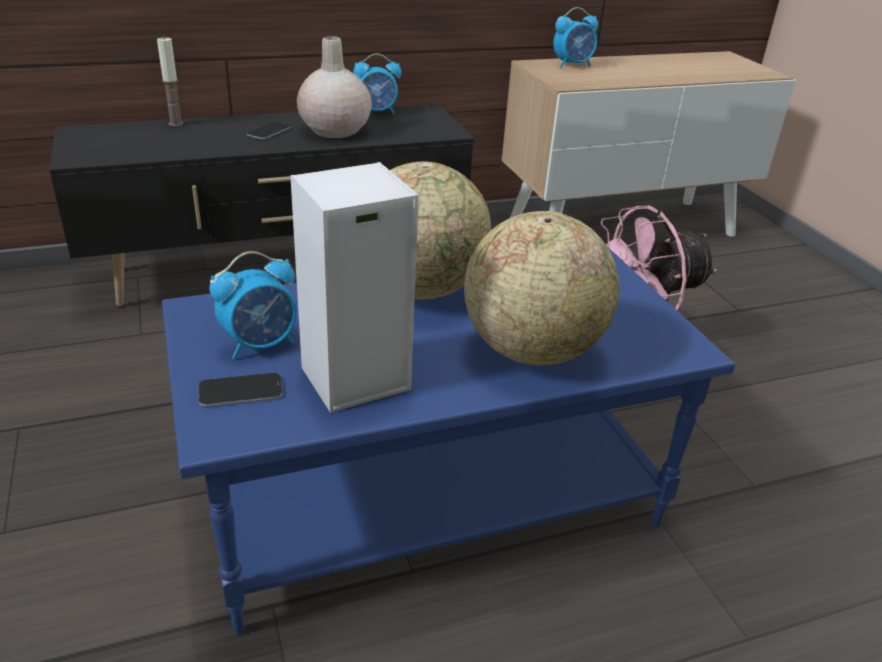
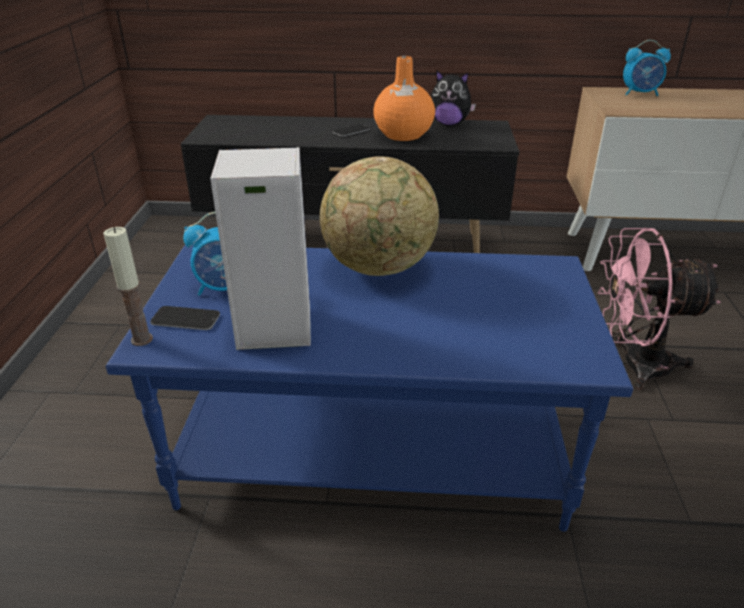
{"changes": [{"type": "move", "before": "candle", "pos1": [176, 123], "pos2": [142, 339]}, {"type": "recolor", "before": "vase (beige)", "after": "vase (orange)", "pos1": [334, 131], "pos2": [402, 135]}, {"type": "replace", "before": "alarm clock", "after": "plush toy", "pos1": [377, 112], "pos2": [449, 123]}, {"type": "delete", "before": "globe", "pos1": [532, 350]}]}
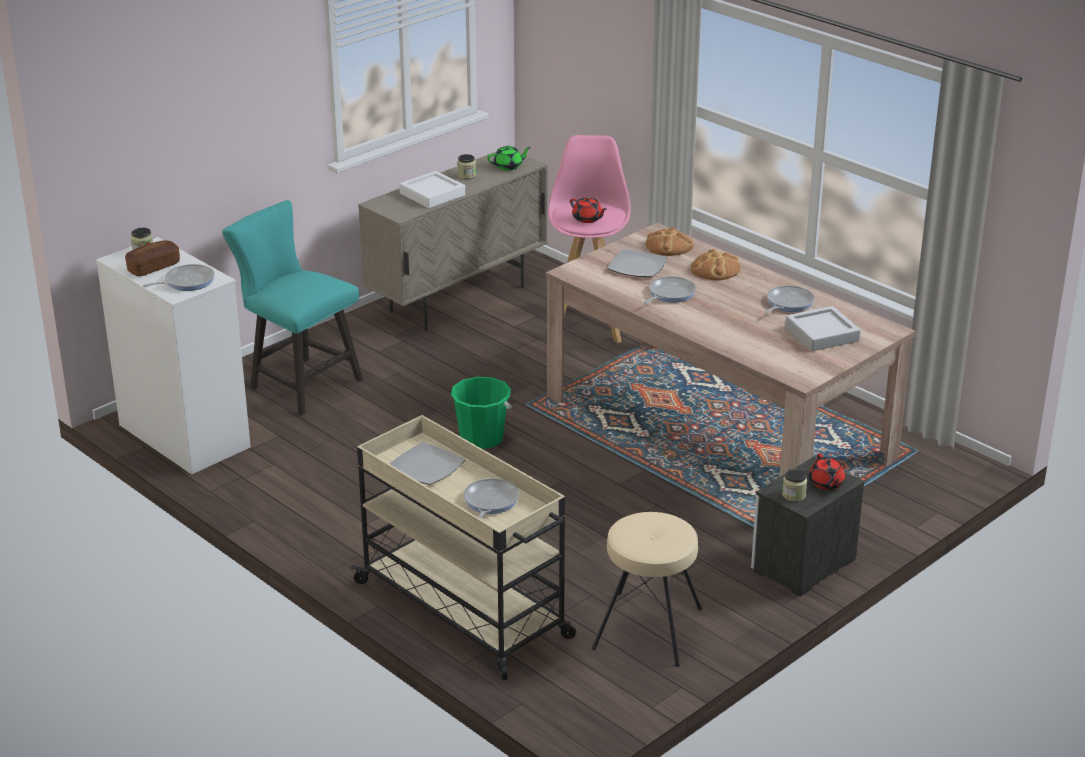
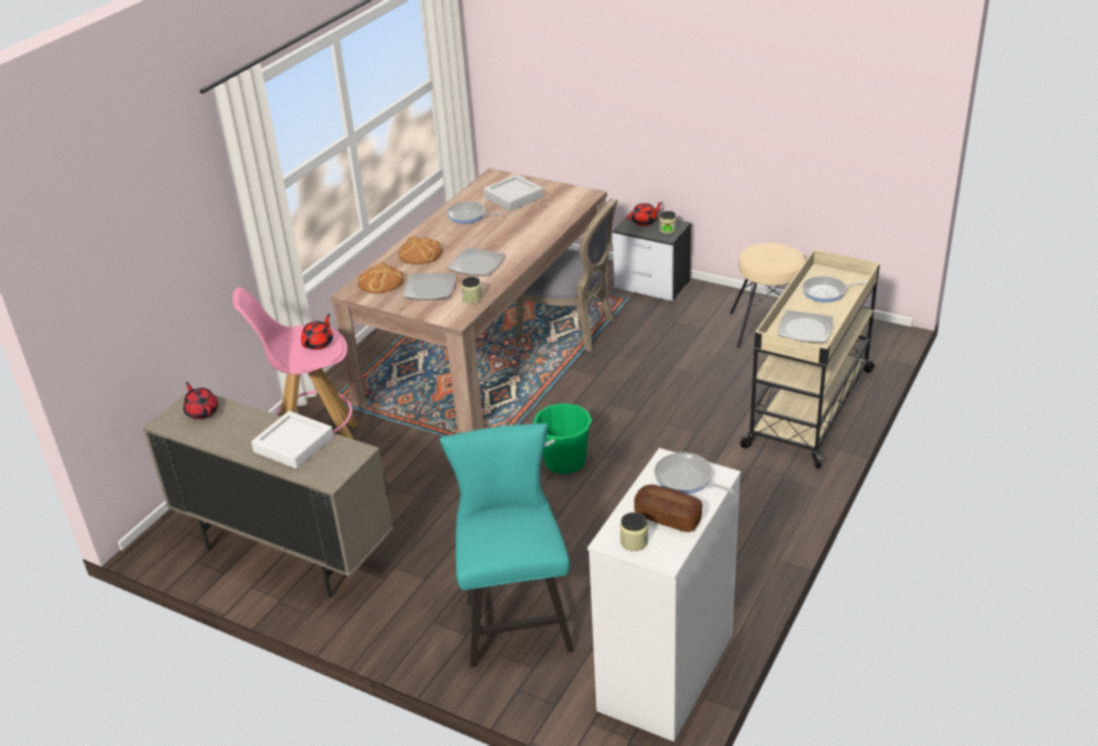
{"changes": [{"type": "rotate", "before": "chair (turquoise)", "pos1": [299, 383], "pos2": [515, 619], "turn": 150}, {"type": "move", "before": "jar", "pos1": [466, 175], "pos2": [472, 298]}, {"type": "recolor", "before": "teapot (green)", "after": "teapot (red)", "pos1": [508, 166], "pos2": [202, 411]}, {"type": "replace", "before": "frying pan", "after": "plate", "pos1": [670, 294], "pos2": [477, 265]}, {"type": "insert", "after": "chair (grey)", "pos2": [571, 328]}]}
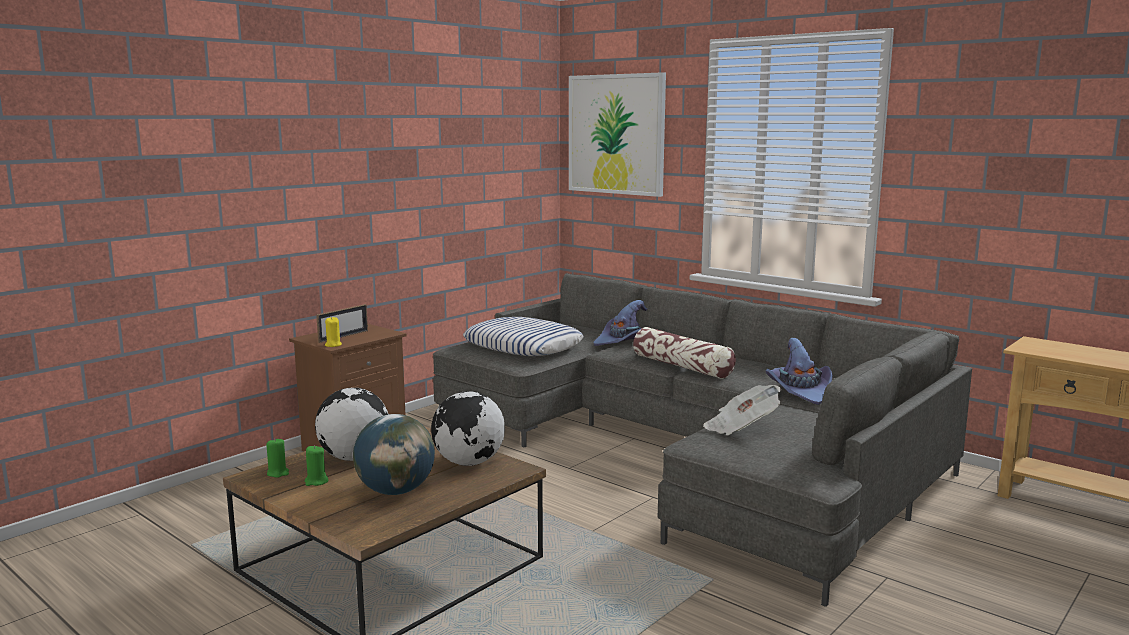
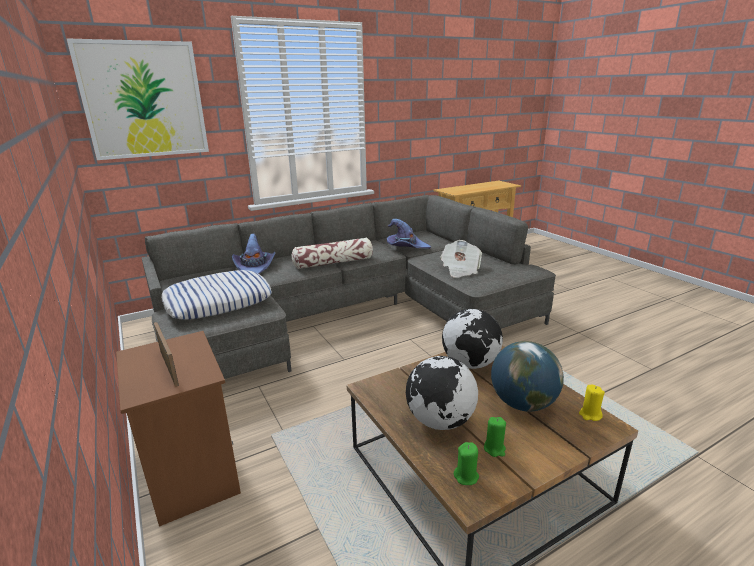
{"changes": [{"type": "move", "before": "candle (yellow)", "pos1": [333, 345], "pos2": [590, 415]}]}
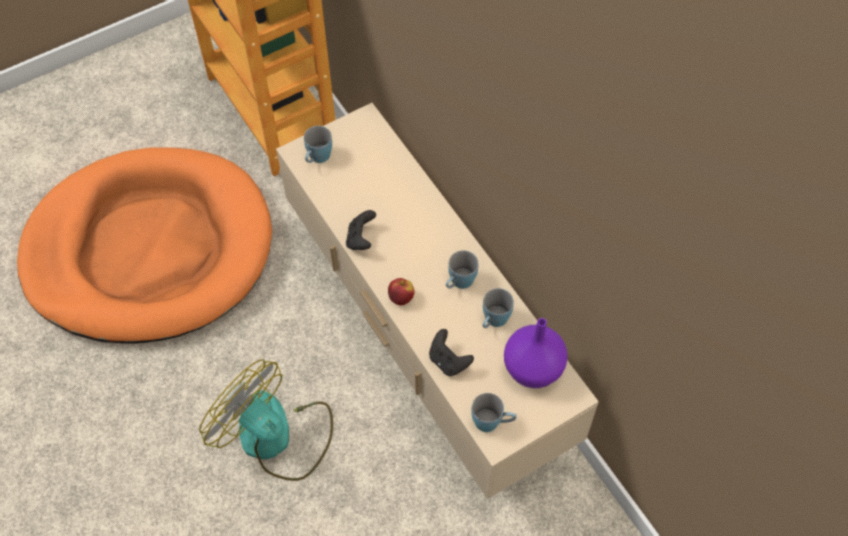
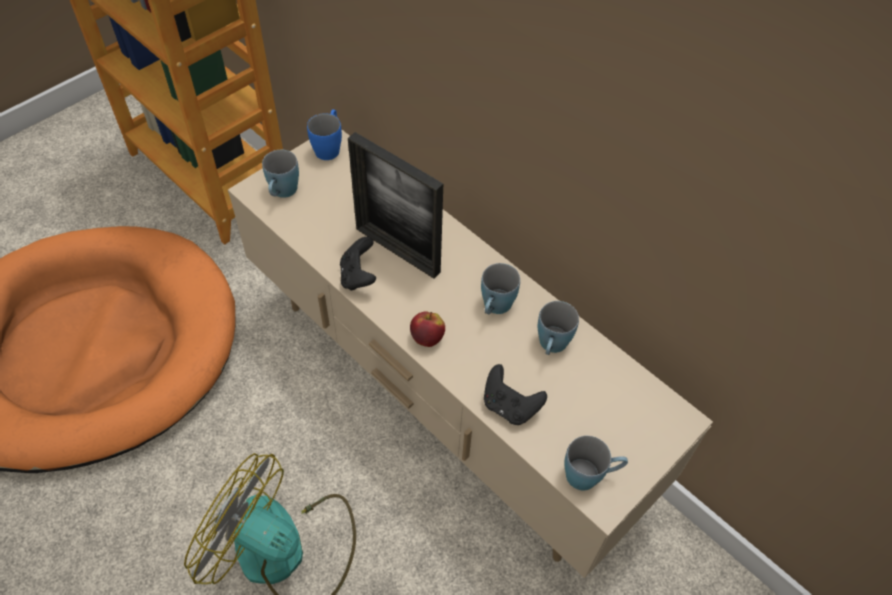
{"changes": [{"type": "delete", "before": "vase (purple)", "pos1": [532, 368]}, {"type": "insert", "after": "mug (blue)", "pos2": [329, 147]}, {"type": "insert", "after": "picture frame", "pos2": [397, 250]}]}
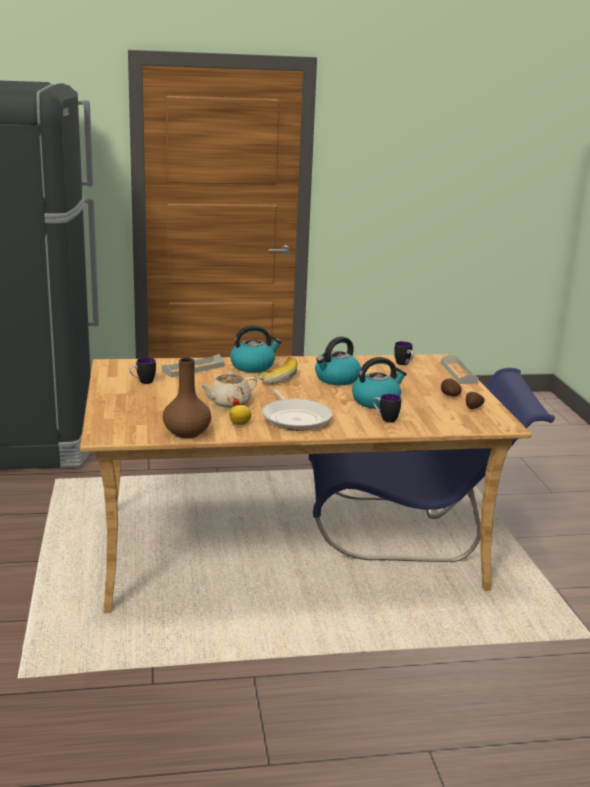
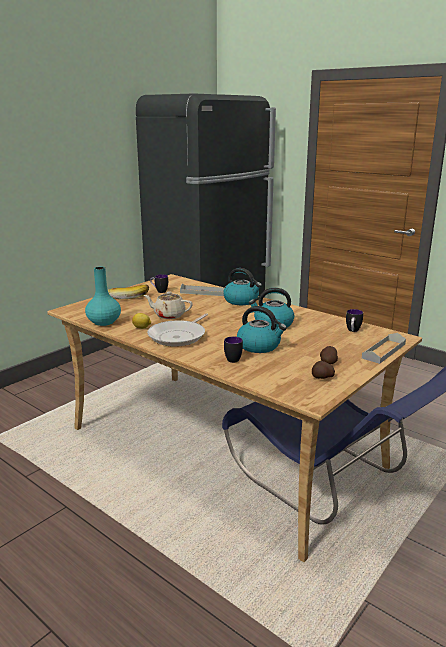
{"changes": [{"type": "recolor", "before": "vase (brown)", "after": "vase (turquoise)", "pos1": [186, 433], "pos2": [104, 322]}, {"type": "move", "before": "banana", "pos1": [275, 378], "pos2": [128, 296]}]}
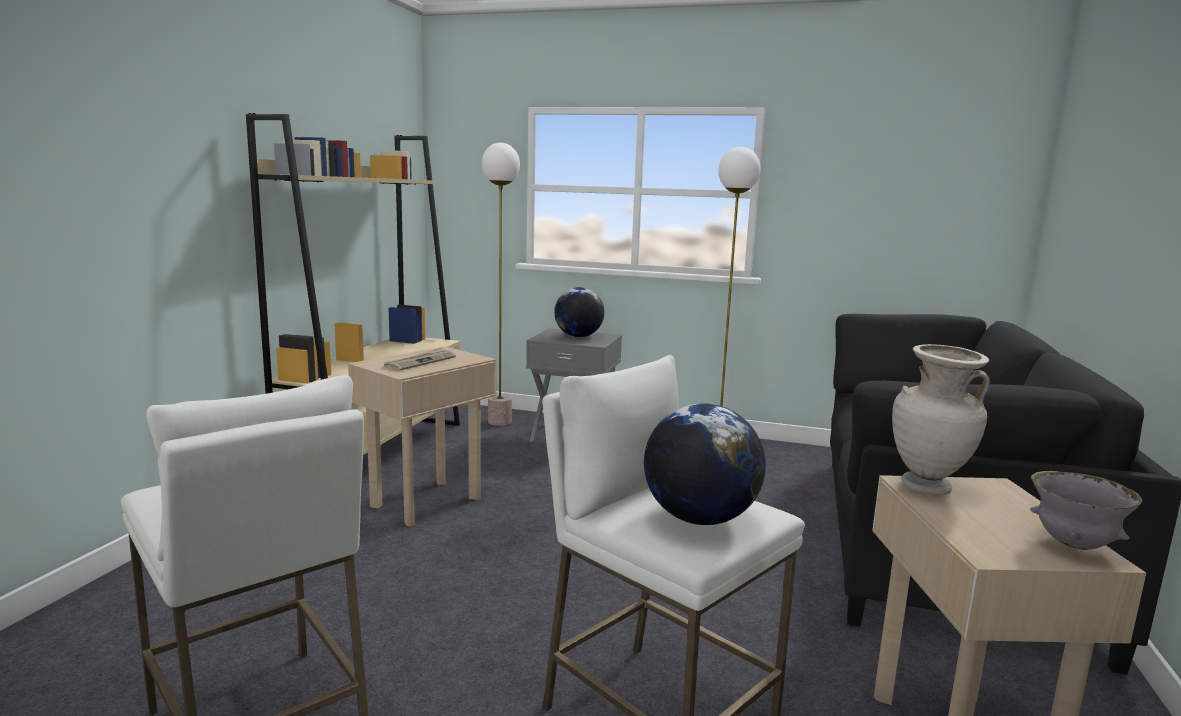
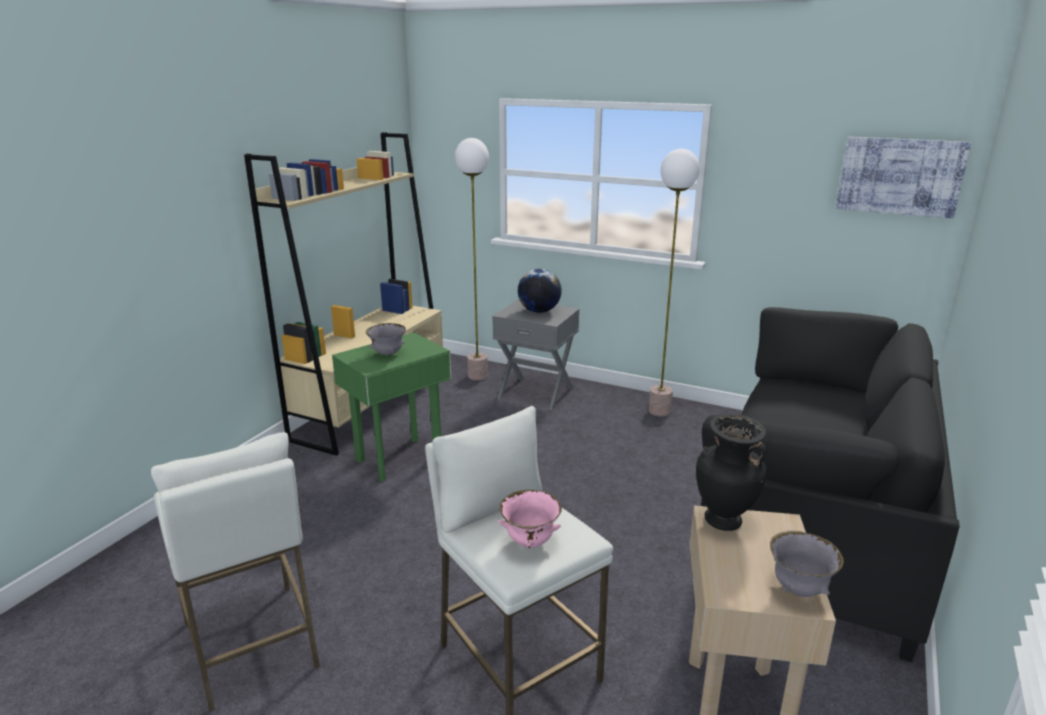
{"changes": [{"type": "recolor", "before": "side table (beige)", "after": "side table (green)", "pos1": [427, 502], "pos2": [400, 458]}, {"type": "replace", "before": "newspaper", "after": "bowl (grey)", "pos1": [420, 362], "pos2": [388, 354]}, {"type": "replace", "before": "globe", "after": "bowl (pink)", "pos1": [699, 518], "pos2": [529, 542]}, {"type": "recolor", "before": "vase (beige)", "after": "vase (black)", "pos1": [927, 488], "pos2": [723, 522]}, {"type": "insert", "after": "picture", "pos2": [900, 176]}]}
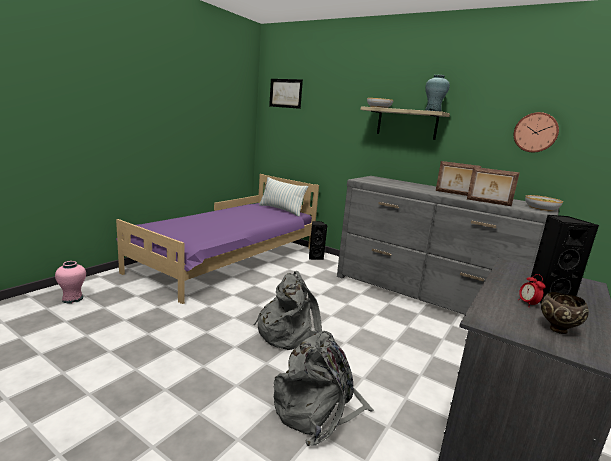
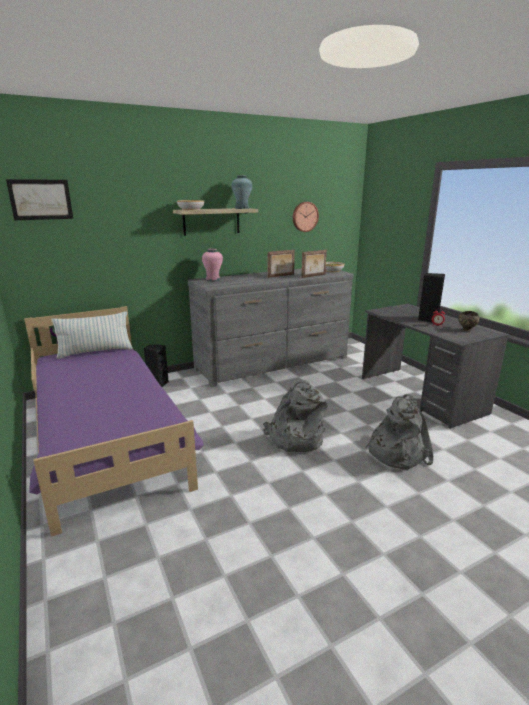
{"changes": [{"type": "move", "before": "vase (pink)", "pos1": [73, 299], "pos2": [213, 279]}]}
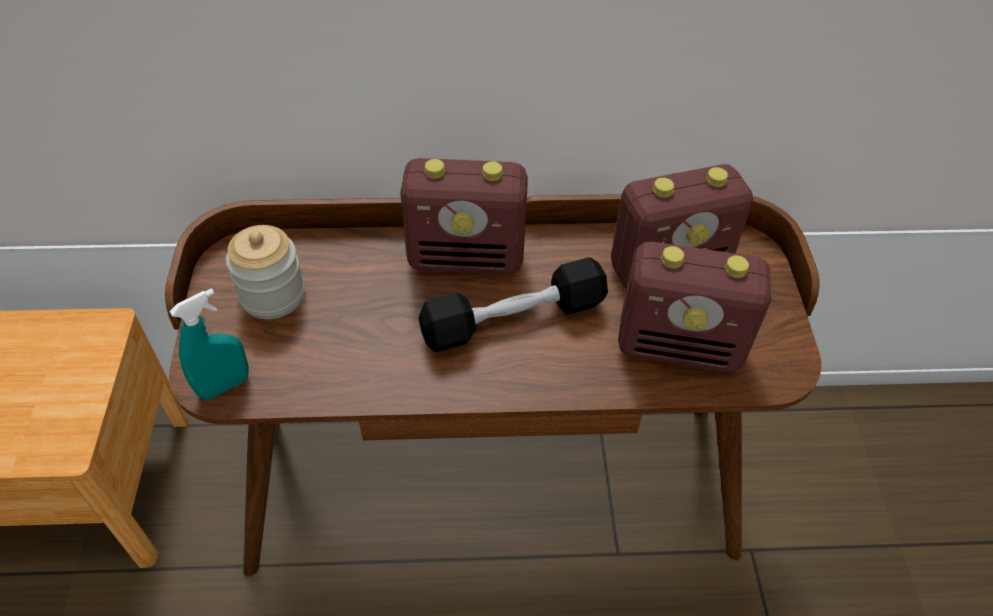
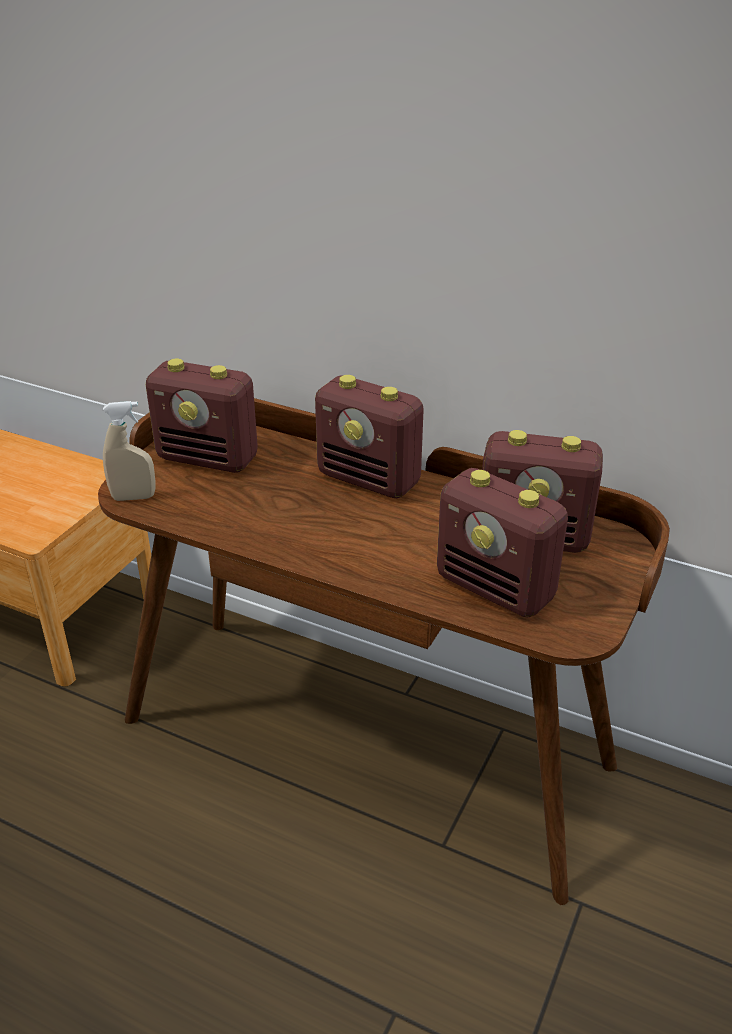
{"changes": [{"type": "recolor", "before": "spray bottle (turquoise)", "after": "spray bottle (beige)", "pos1": [224, 385], "pos2": [133, 497]}, {"type": "replace", "before": "jar", "after": "radio", "pos1": [272, 295], "pos2": [209, 459]}, {"type": "delete", "before": "dumbbell (black)", "pos1": [513, 319]}]}
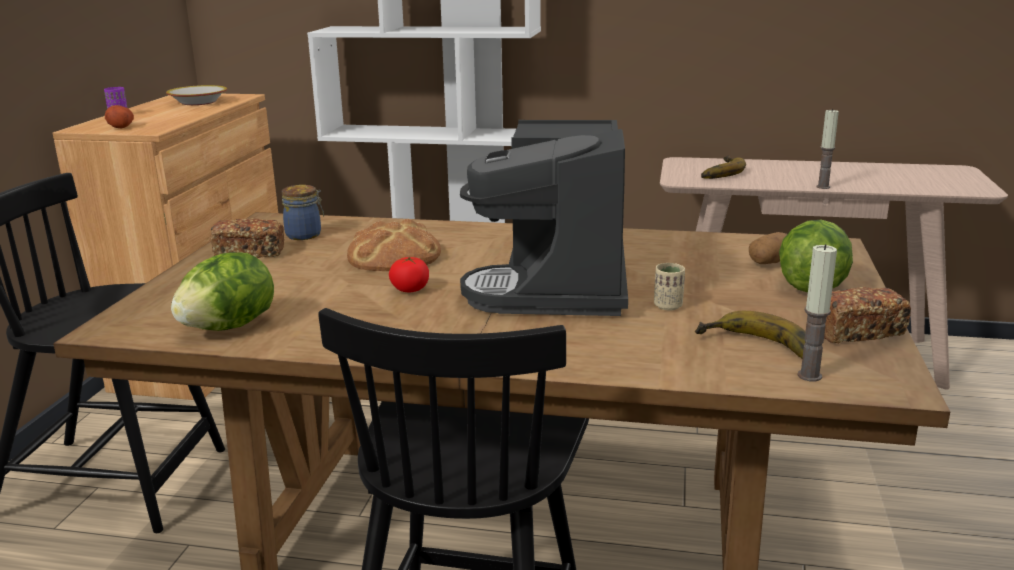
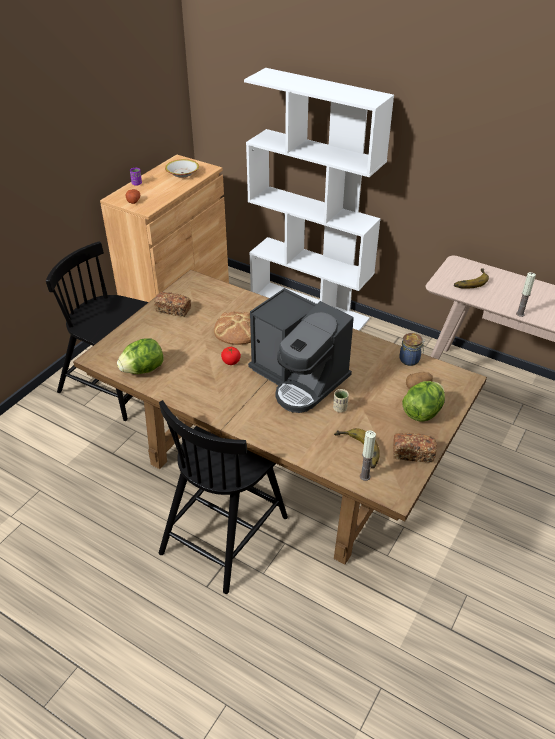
{"changes": [{"type": "move", "before": "jar", "pos1": [305, 235], "pos2": [410, 360]}, {"type": "rotate", "before": "coffee machine", "pos1": [558, 287], "pos2": [299, 378], "turn": -75}]}
